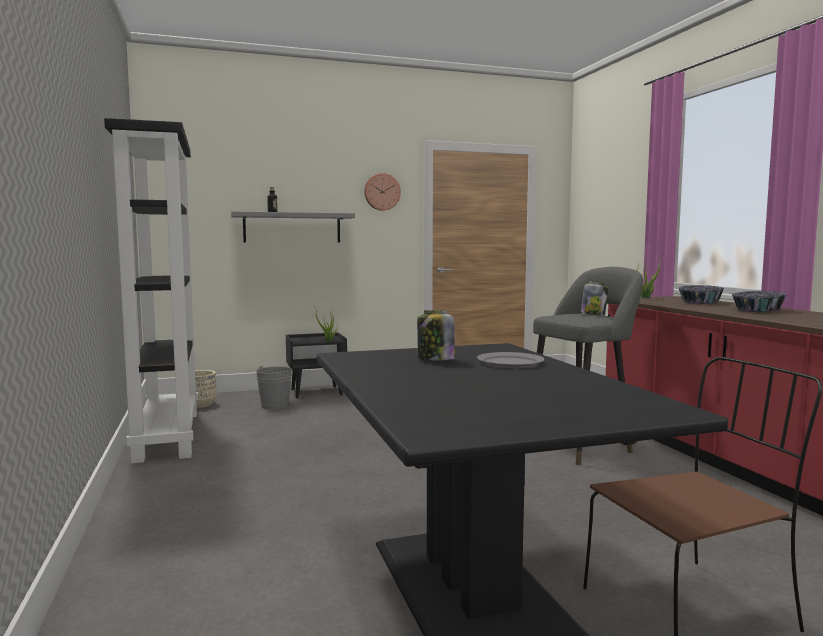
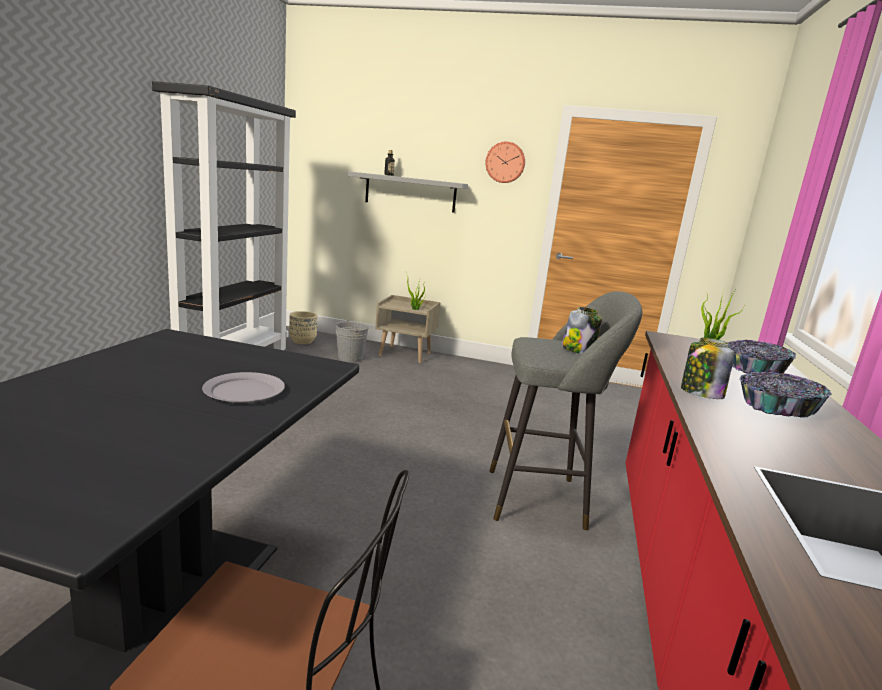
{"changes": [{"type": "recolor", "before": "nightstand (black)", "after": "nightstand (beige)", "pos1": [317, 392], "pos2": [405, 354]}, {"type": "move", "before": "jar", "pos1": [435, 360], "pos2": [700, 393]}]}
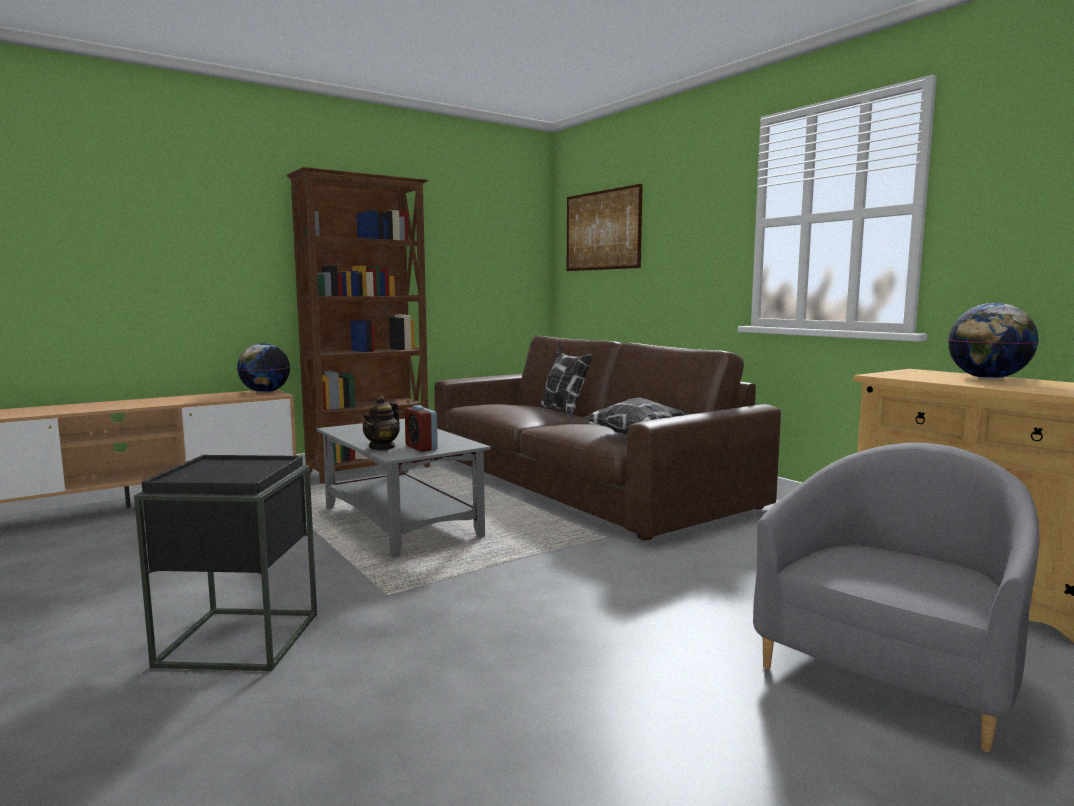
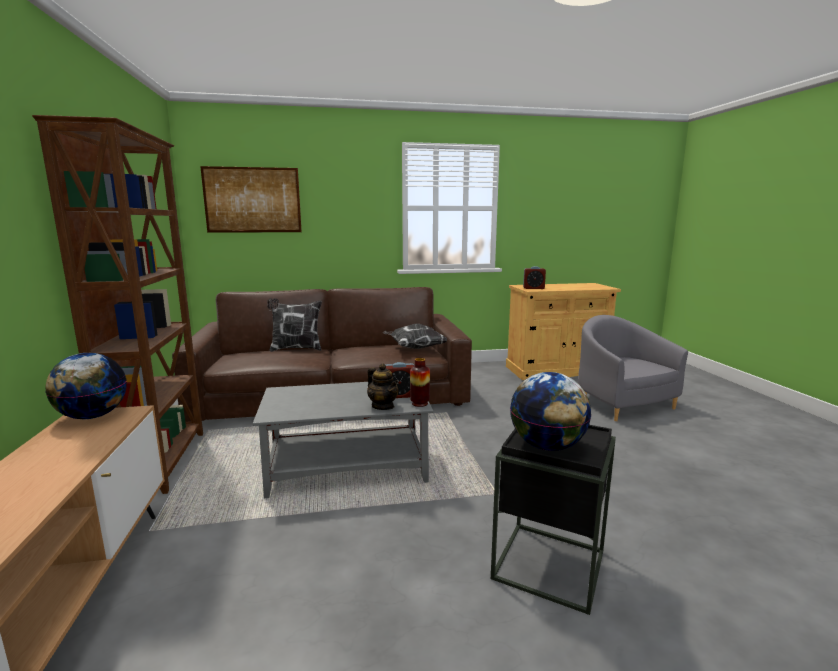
{"changes": [{"type": "move", "before": "globe", "pos1": [987, 378], "pos2": [547, 446]}, {"type": "insert", "after": "vase", "pos2": [420, 403]}, {"type": "insert", "after": "alarm clock", "pos2": [533, 288]}]}
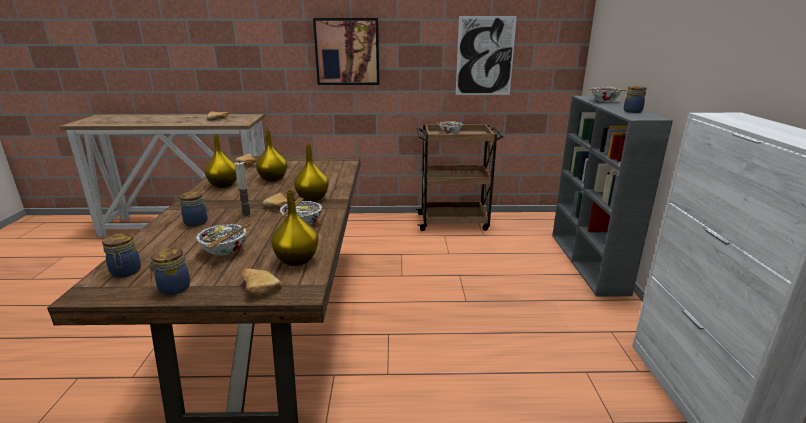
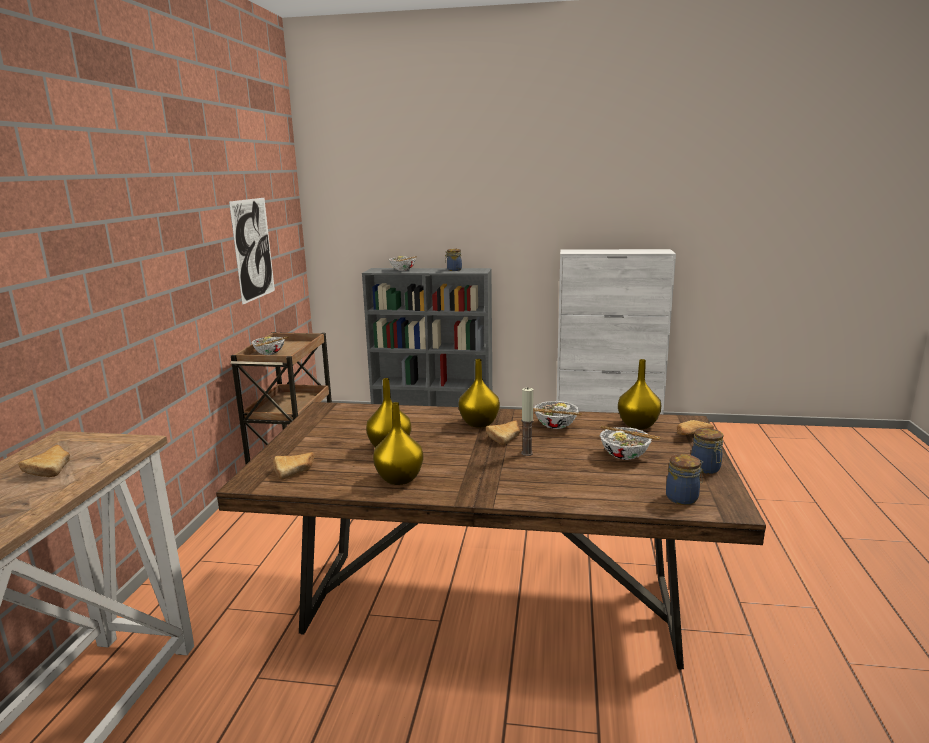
{"changes": [{"type": "delete", "before": "jar", "pos1": [197, 222]}, {"type": "delete", "before": "picture", "pos1": [347, 52]}]}
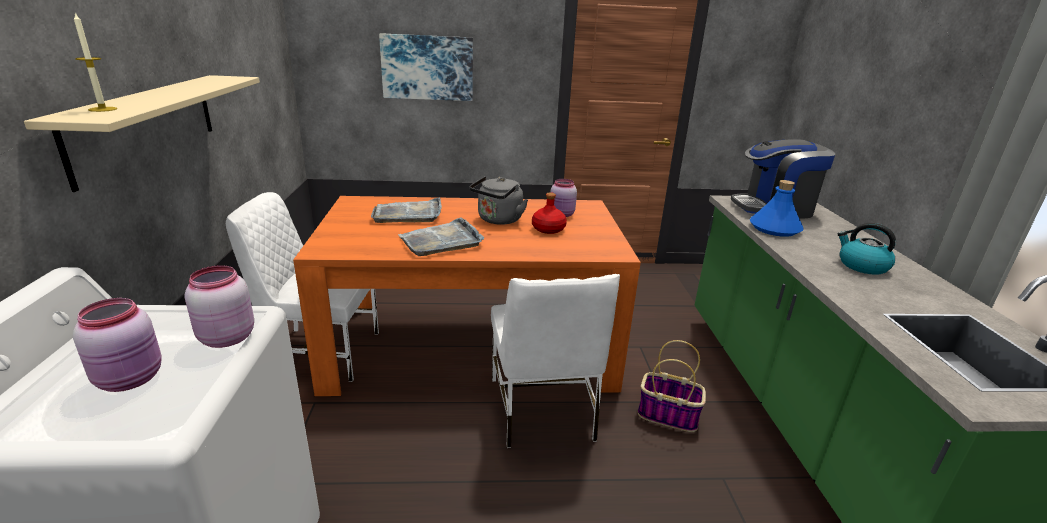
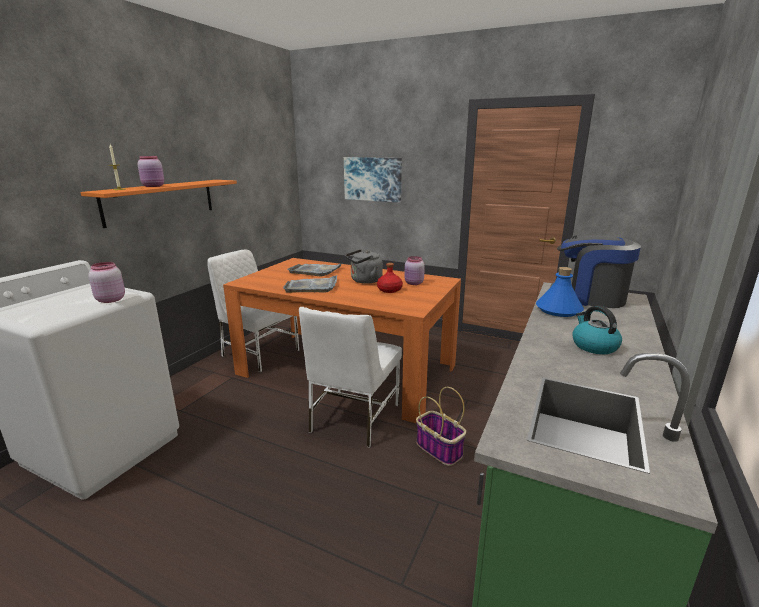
{"changes": [{"type": "recolor", "before": "shelf (beige)", "after": "shelf (orange)", "pos1": [147, 124], "pos2": [160, 201]}, {"type": "move", "before": "jar (pink)", "pos1": [132, 379], "pos2": [154, 186]}]}
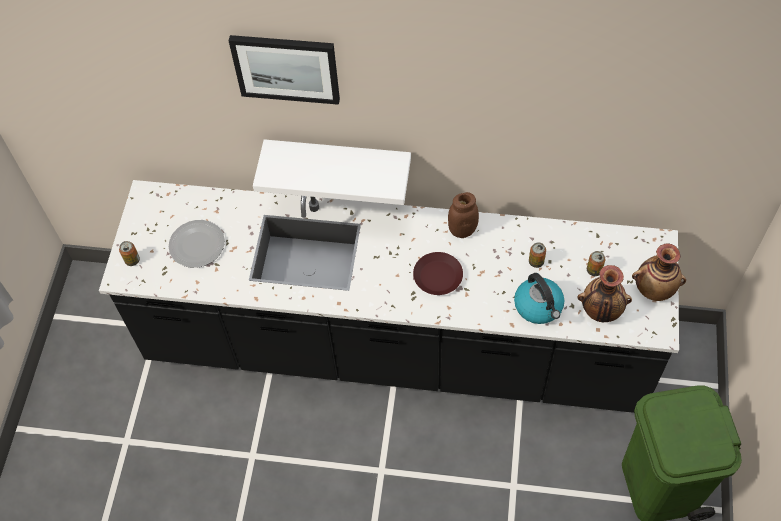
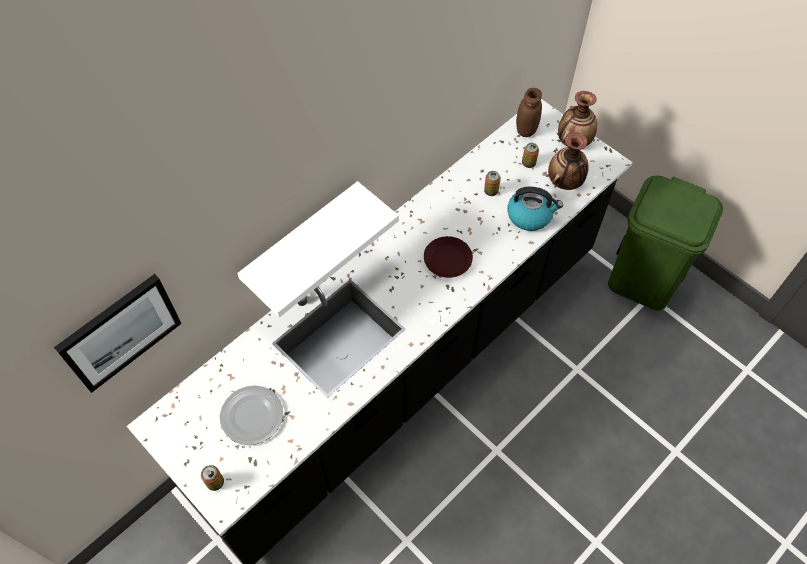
{"changes": [{"type": "move", "before": "picture", "pos1": [286, 68], "pos2": [119, 332]}, {"type": "move", "before": "jar (brown)", "pos1": [462, 230], "pos2": [526, 130]}]}
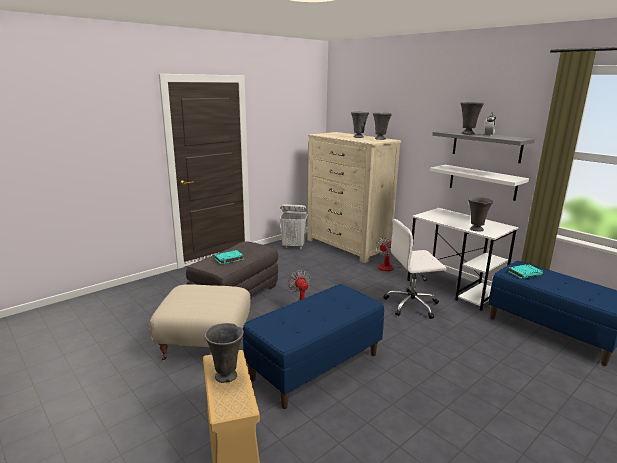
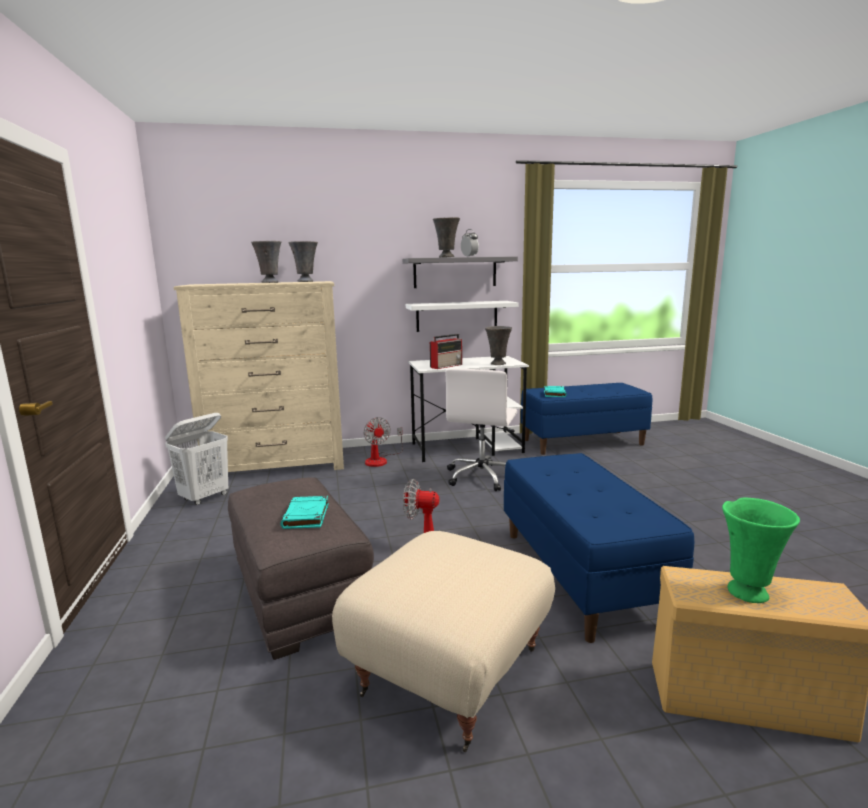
{"changes": [{"type": "recolor", "before": "vase (grey)", "after": "vase (green)", "pos1": [227, 376], "pos2": [748, 592]}, {"type": "insert", "after": "radio", "pos2": [447, 366]}]}
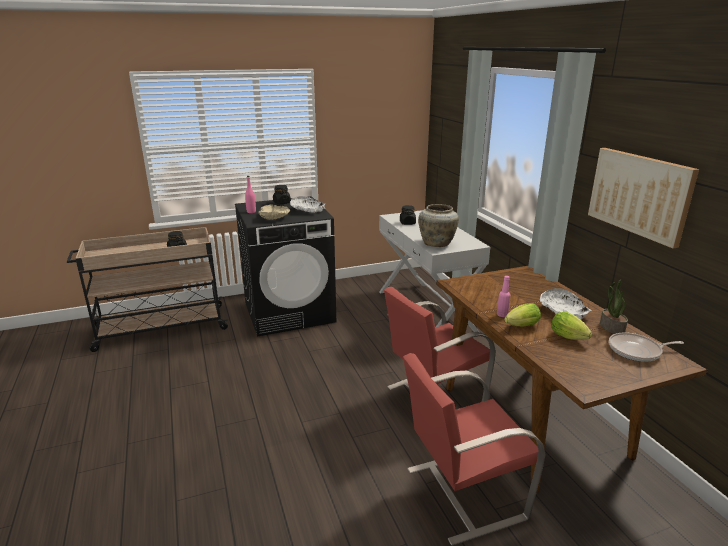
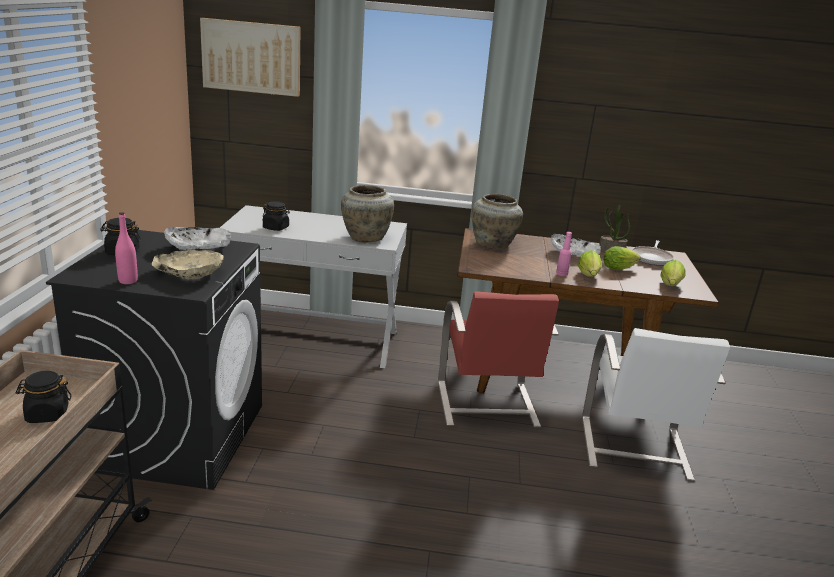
{"changes": [{"type": "recolor", "before": "chair (red)", "after": "chair (white)", "pos1": [462, 493], "pos2": [634, 449]}, {"type": "move", "before": "picture", "pos1": [639, 194], "pos2": [251, 57]}, {"type": "insert", "after": "vase (beige)", "pos2": [493, 245]}, {"type": "insert", "after": "lettuce", "pos2": [670, 286]}]}
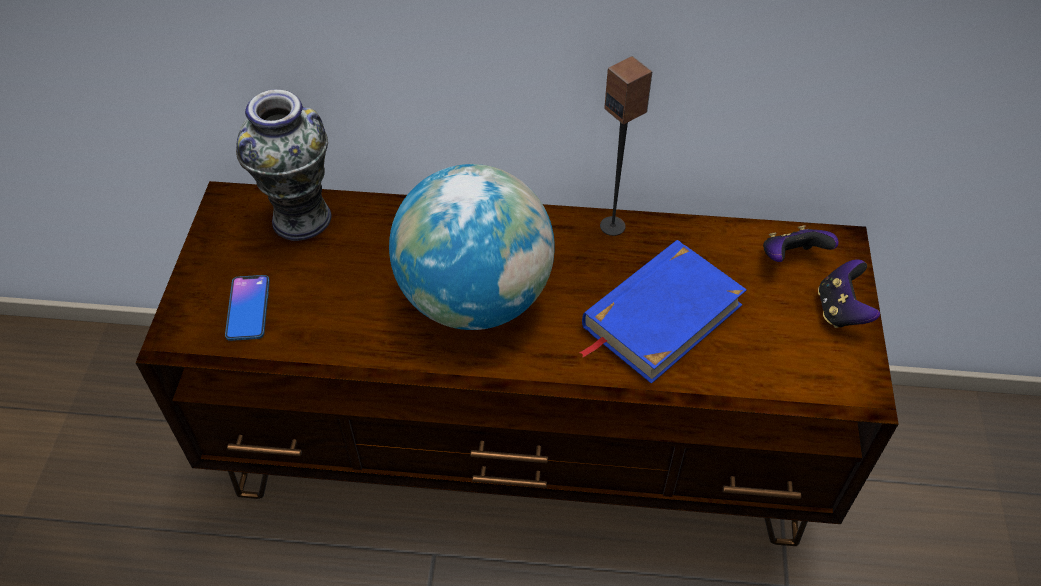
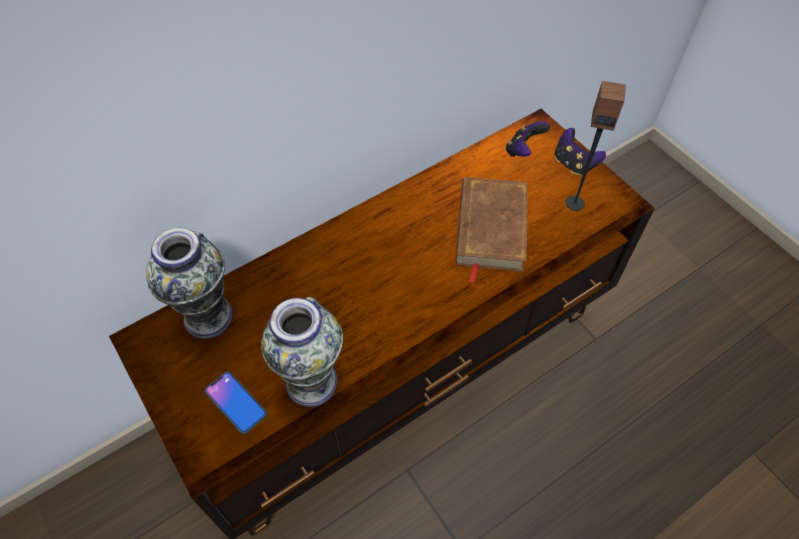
{"changes": [{"type": "delete", "before": "globe", "pos1": [475, 298]}, {"type": "recolor", "before": "book (blue)", "after": "book (brown)", "pos1": [661, 316], "pos2": [490, 229]}, {"type": "move", "before": "speaker", "pos1": [613, 226], "pos2": [575, 203]}, {"type": "insert", "after": "vase", "pos2": [311, 381]}]}
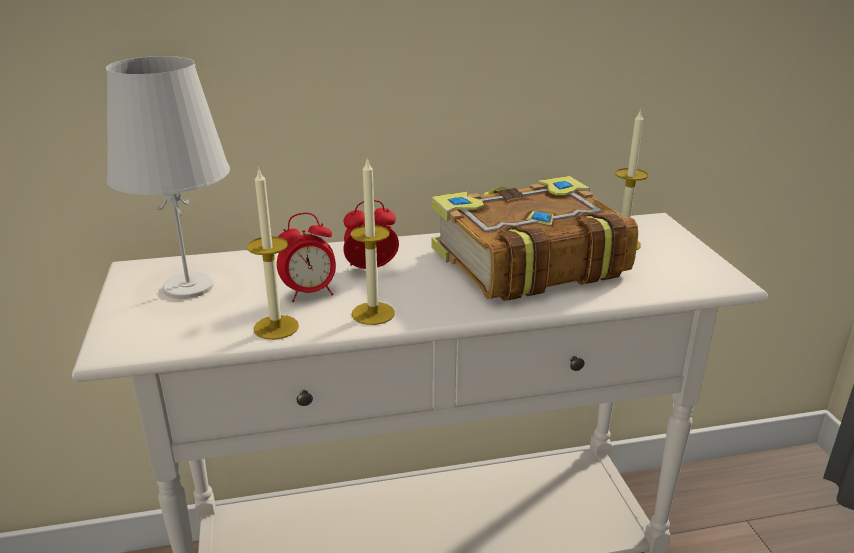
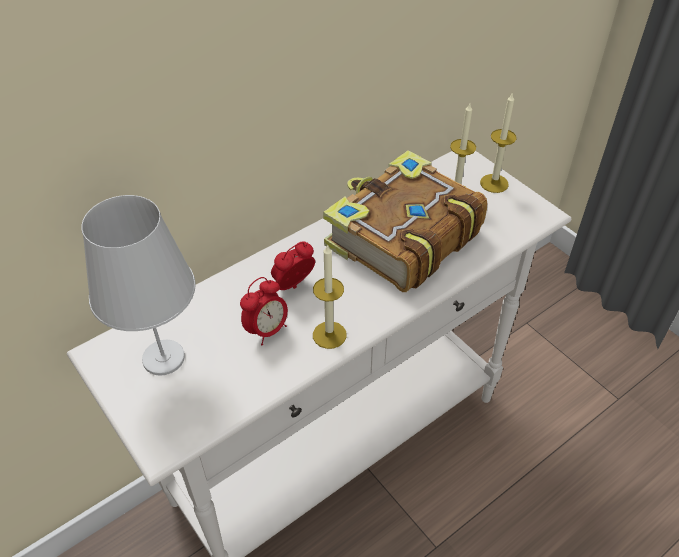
{"changes": [{"type": "move", "before": "candle", "pos1": [276, 327], "pos2": [494, 183]}]}
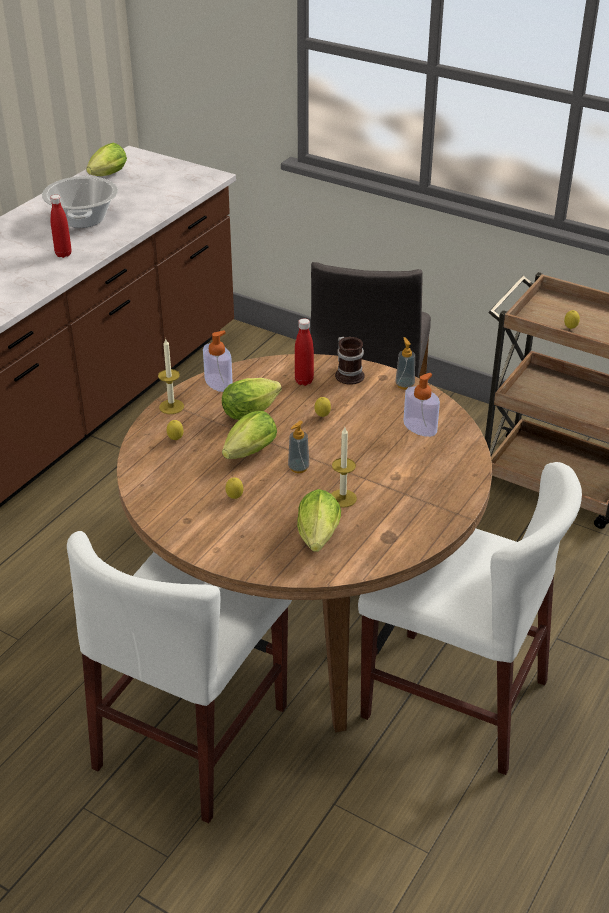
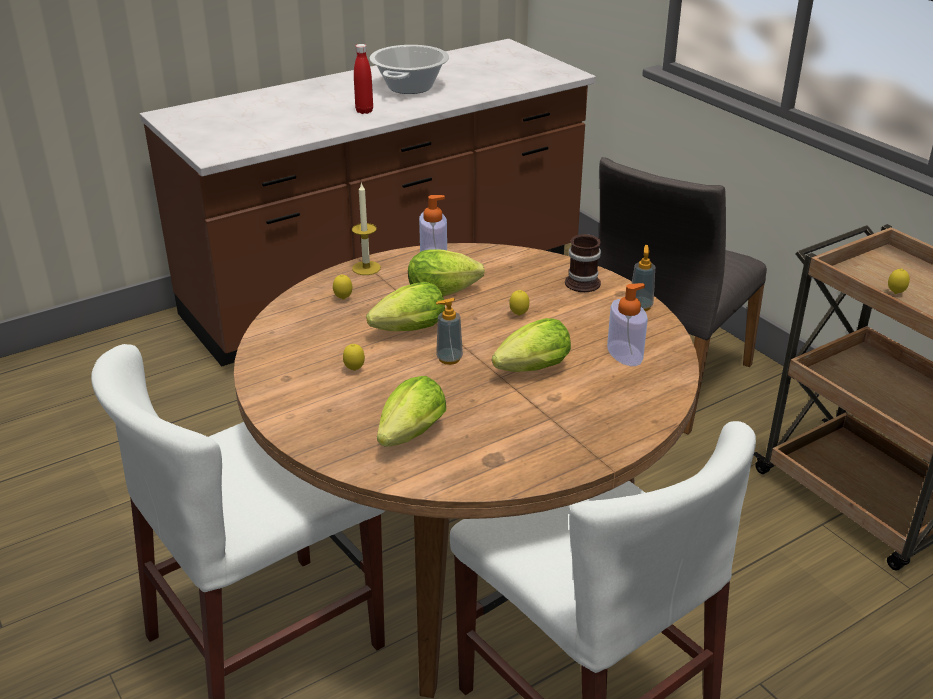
{"changes": [{"type": "move", "before": "lettuce", "pos1": [106, 176], "pos2": [529, 371]}, {"type": "delete", "before": "bottle (red)", "pos1": [304, 381]}, {"type": "delete", "before": "candle", "pos1": [342, 498]}]}
